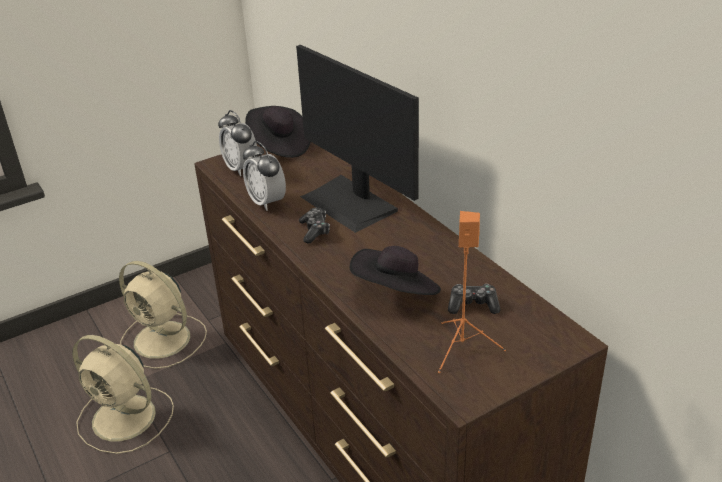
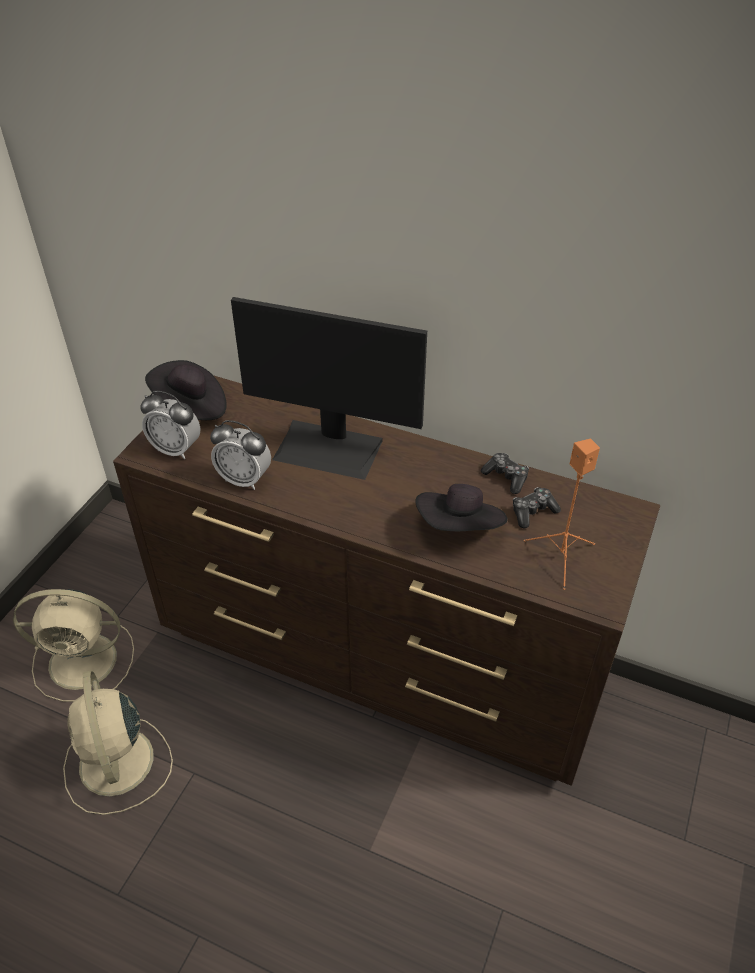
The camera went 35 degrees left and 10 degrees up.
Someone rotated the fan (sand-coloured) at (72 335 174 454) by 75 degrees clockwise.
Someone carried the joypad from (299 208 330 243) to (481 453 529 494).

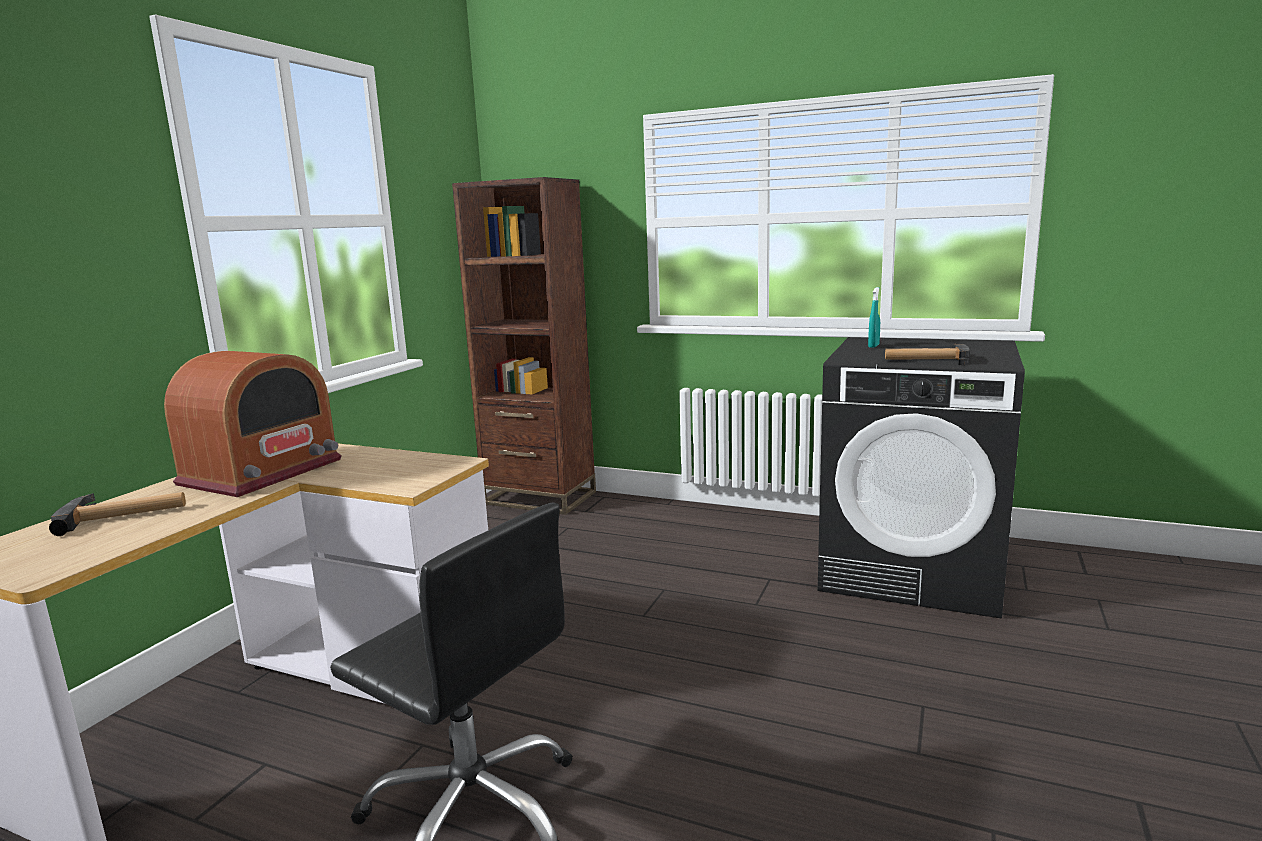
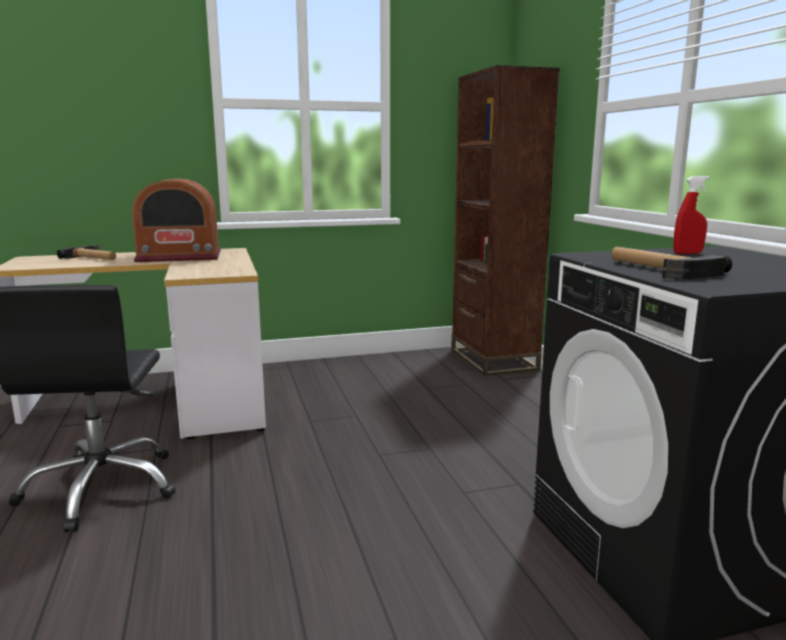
The camera went 50 degrees right and 0 degrees up.
Someone repainted the hand sprayer (turquoise) at (868 287 880 348), which became the hand sprayer (red-coloured) at (673 176 710 254).

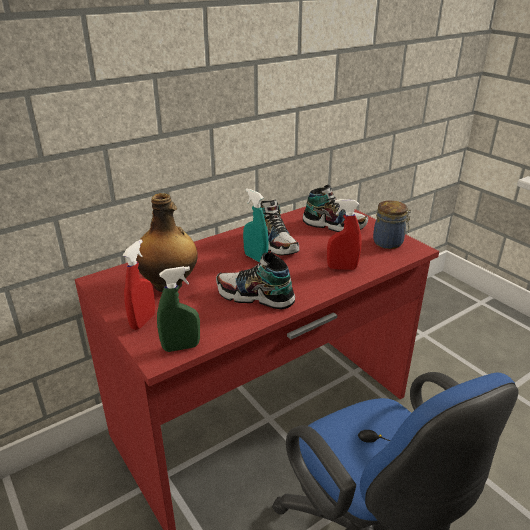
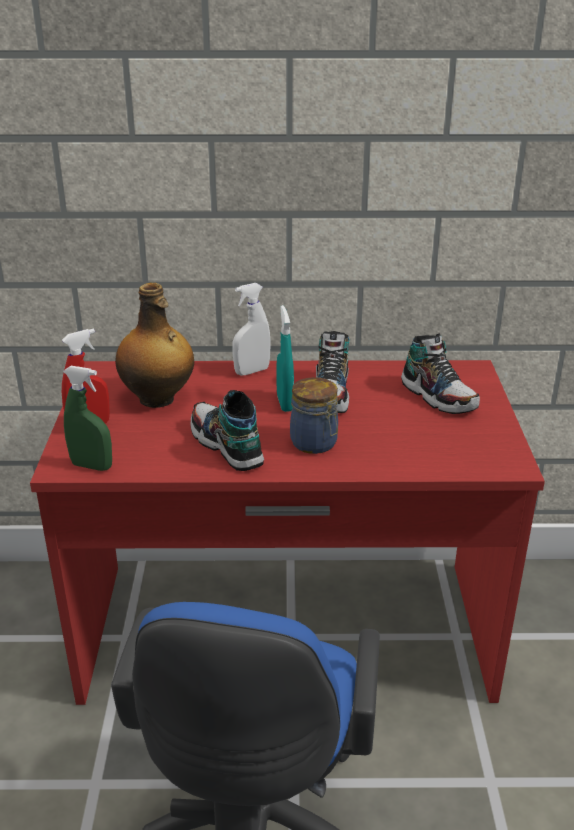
The camera went 35 degrees right and 0 degrees up.
Someone put down the hand sprayer (white) at (232 283 271 376).
Someone carried the preserve jar from (373 200 412 249) to (290 377 338 454).
Someone took away the hand sprayer (red-coloured) at (327 199 361 270).

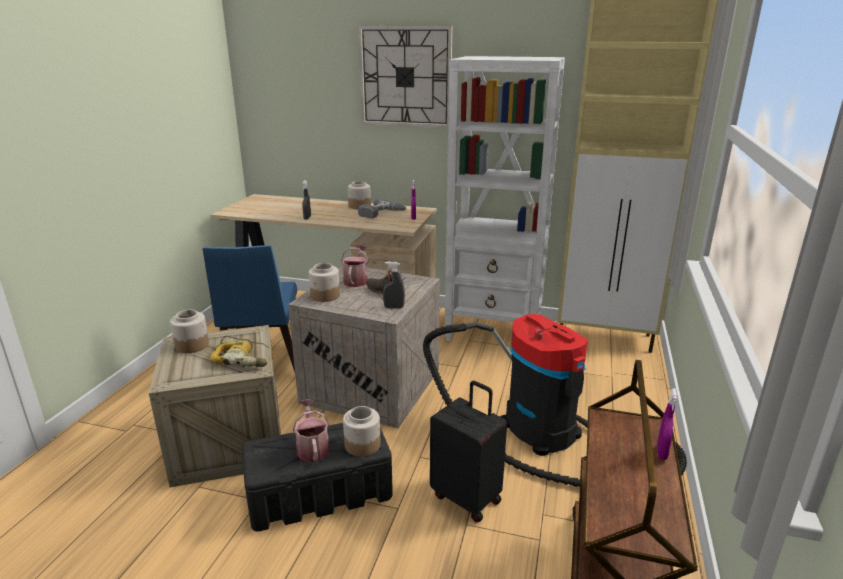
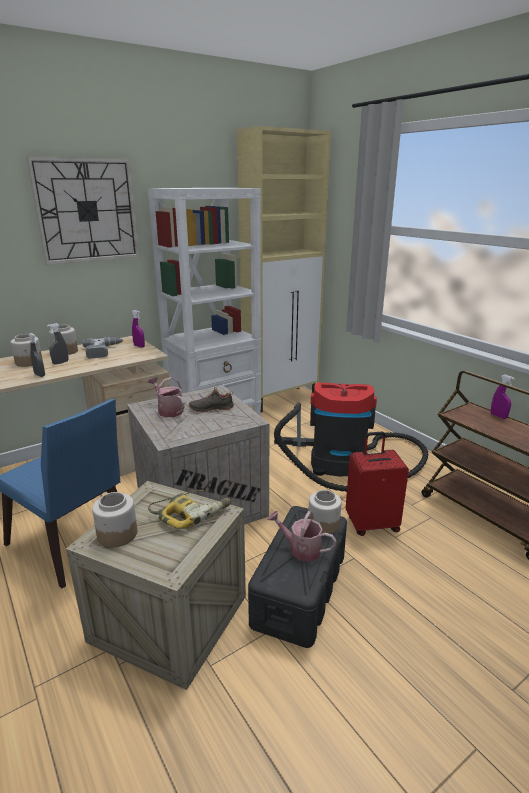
The camera went 50 degrees left and 0 degrees up.
Someone carried the preserve jar from (309 263 340 302) to (11 334 43 367).
Someone carried the hand sprayer (greyish) from (383 262 405 308) to (47 323 68 365).
Someone repainted the travel case (blackish) at (430 381 507 523), which became the travel case (red-coloured) at (346 432 409 536).

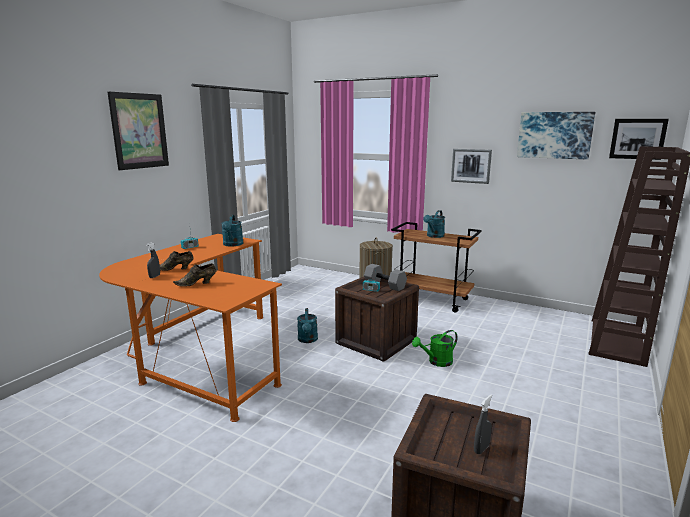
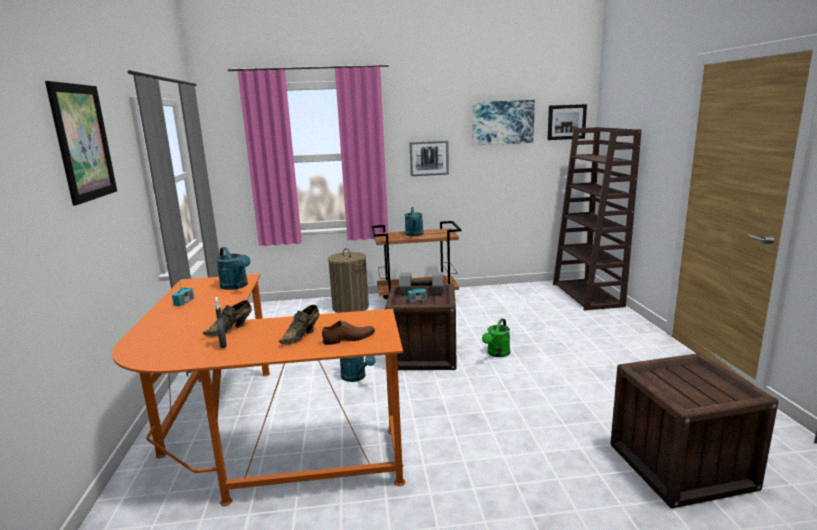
The camera went 35 degrees left and 0 degrees up.
Someone put down the low shoe (brown) at (322 321 375 345).
Someone took away the hand sprayer (greyish) at (474 395 492 454).

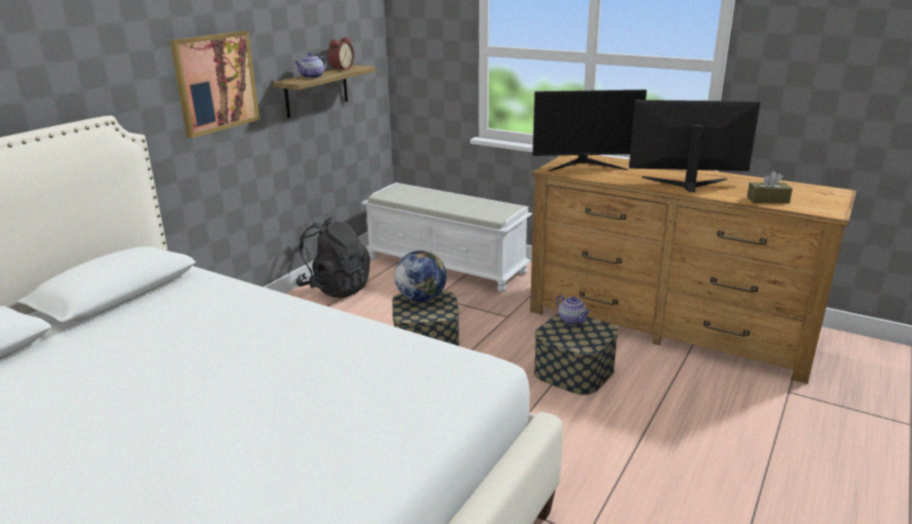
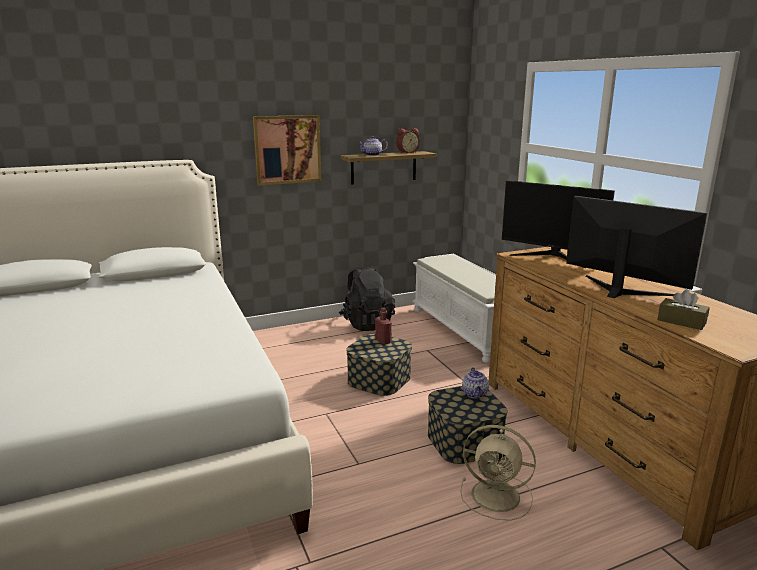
The camera went 35 degrees right and 5 degrees down.
Someone swapped the desk globe at (395 251 447 302) for the drink bottle (red-coloured) at (375 307 392 345).
Someone put down the fan (sand-coloured) at (460 425 536 521).

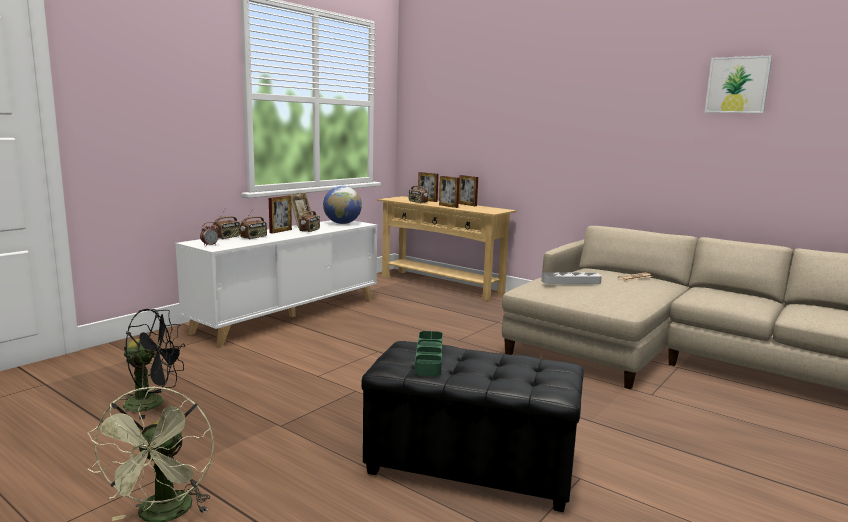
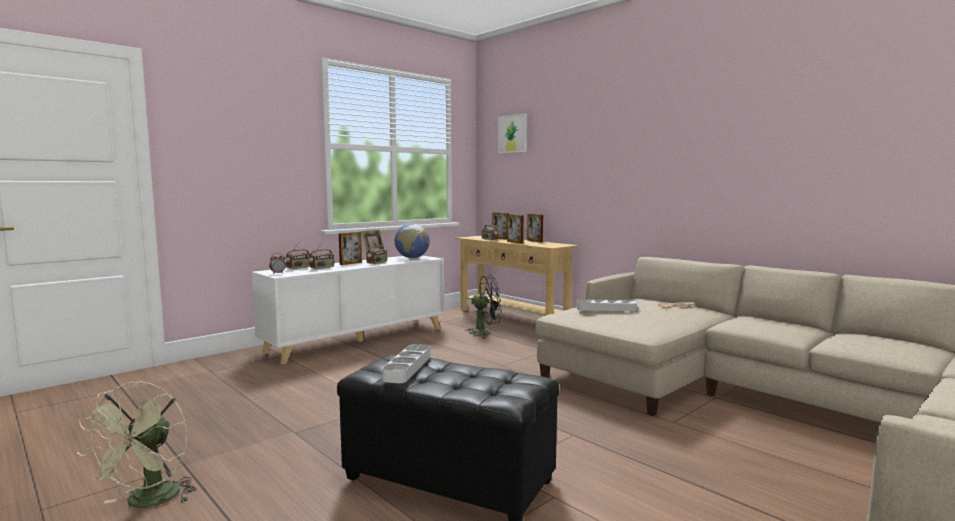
The camera went 10 degrees right and 5 degrees down.
Someone repainted the serving tray (green-coloured) at (415 331 443 376), which became the serving tray (greyish) at (382 344 430 383).
Someone carried the fan (blackish) from (120 309 185 419) to (464 275 502 338).
Someone carried the wall picture from (705 55 772 113) to (498 113 527 153).

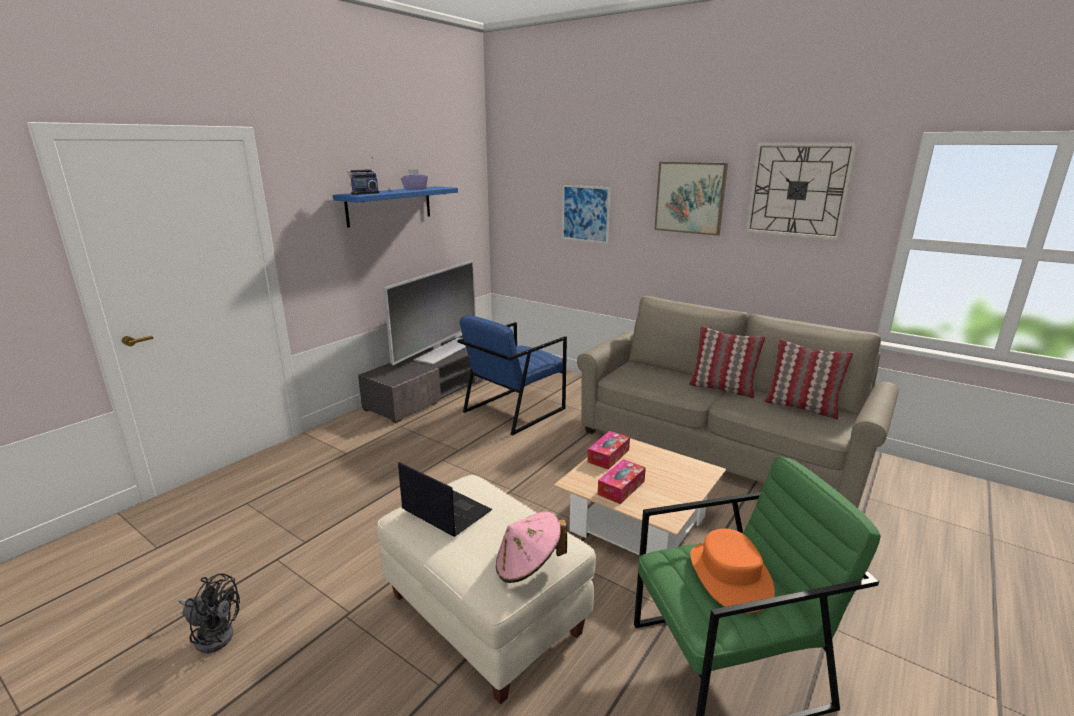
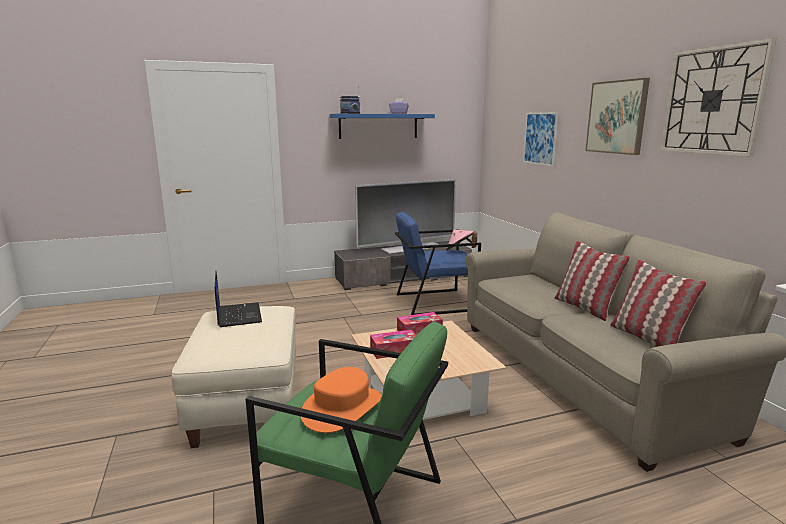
The camera went 35 degrees right and 5 degrees down.
Someone carried the clothing hat (pink-coloured) from (496 512 567 583) to (446 229 477 251).
Someone took away the fan (blackish) at (178 573 240 653).

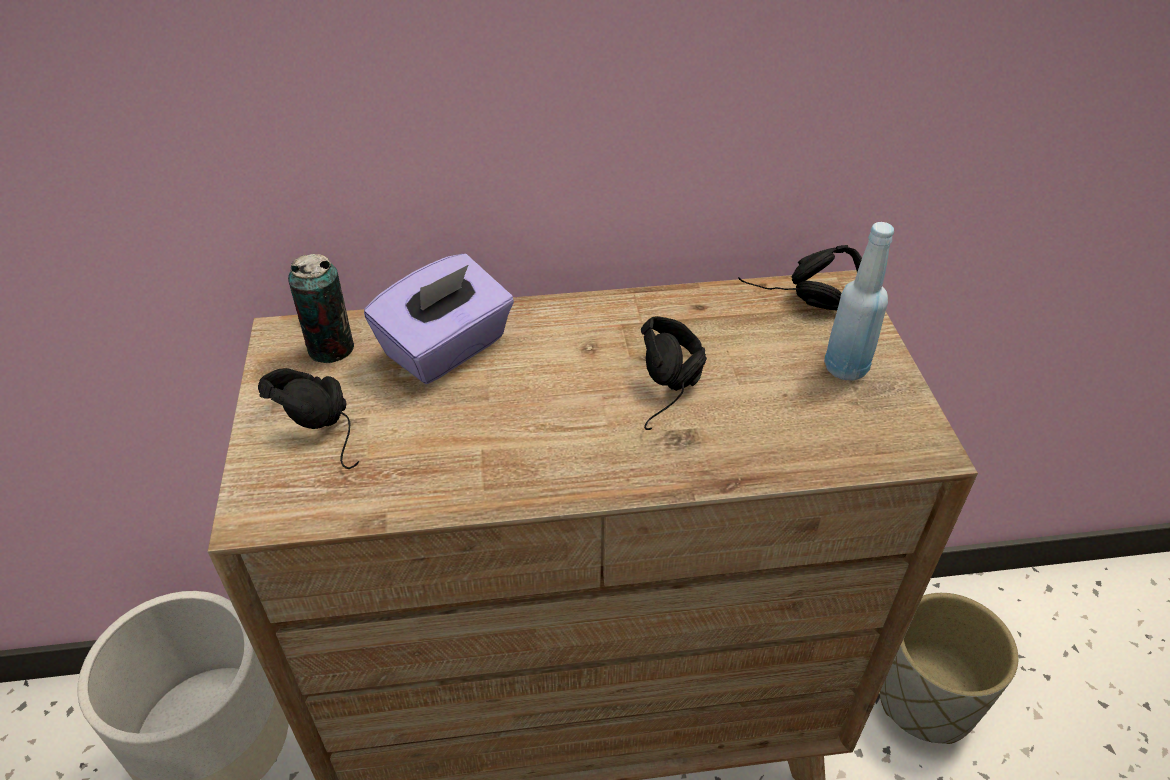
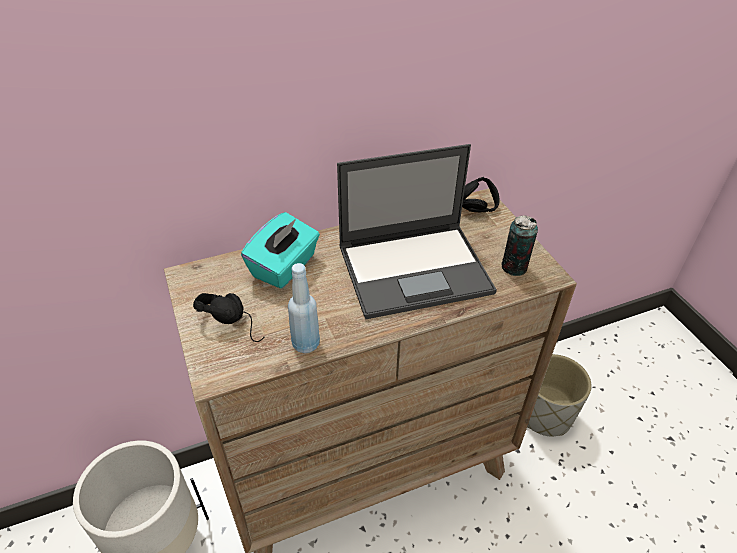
The camera went 15 degrees left and 0 degrees up.
Someone repainted the tissue box (purple) at (364 254 514 384), which became the tissue box (turquoise) at (241 212 320 289).
Someone carried the drink bottle (blue) from (824 222 894 381) to (288 263 320 353).
Someone swapped the headphones (blackish) at (641 316 707 430) for the laptop at (337 144 497 319).
Someone carried the sealed can from (288 254 354 363) to (501 215 538 276).

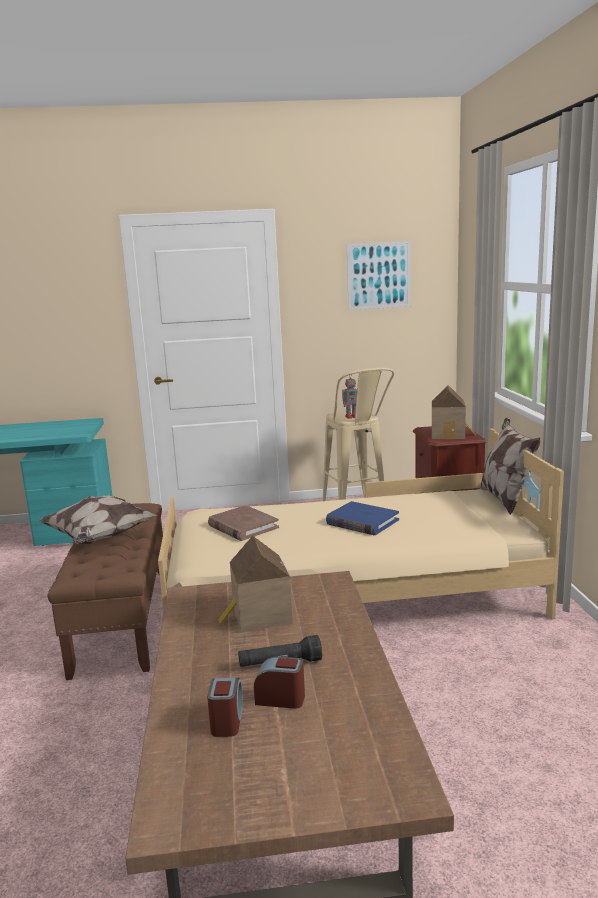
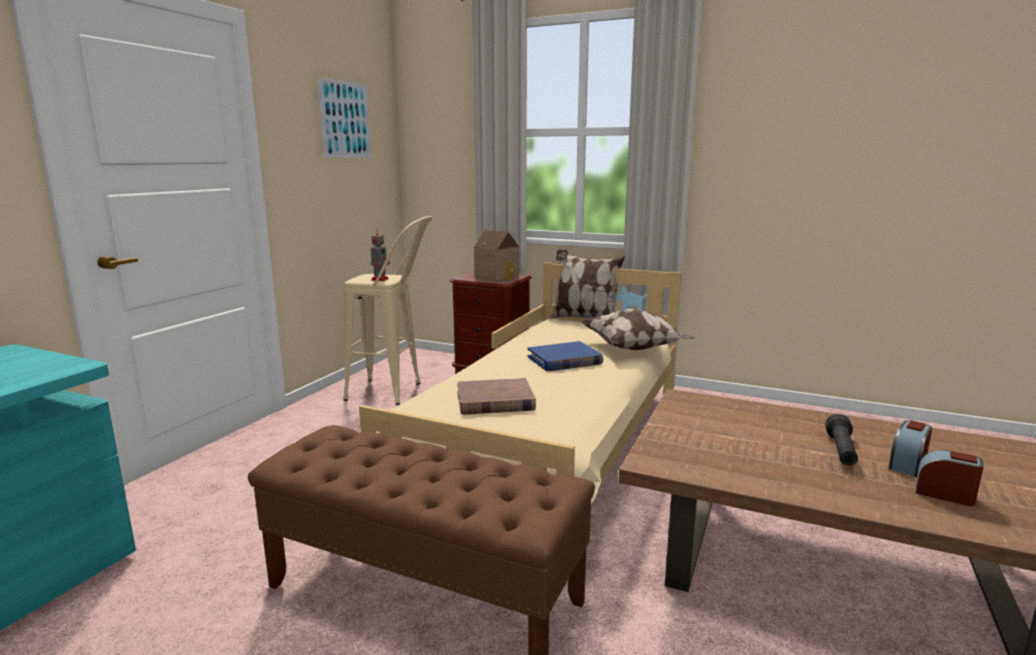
The camera went 60 degrees left and 0 degrees up.
Someone carried the pillow from (39 495 157 543) to (582 309 695 350).
Someone took away the miniature house at (219 536 293 632).

